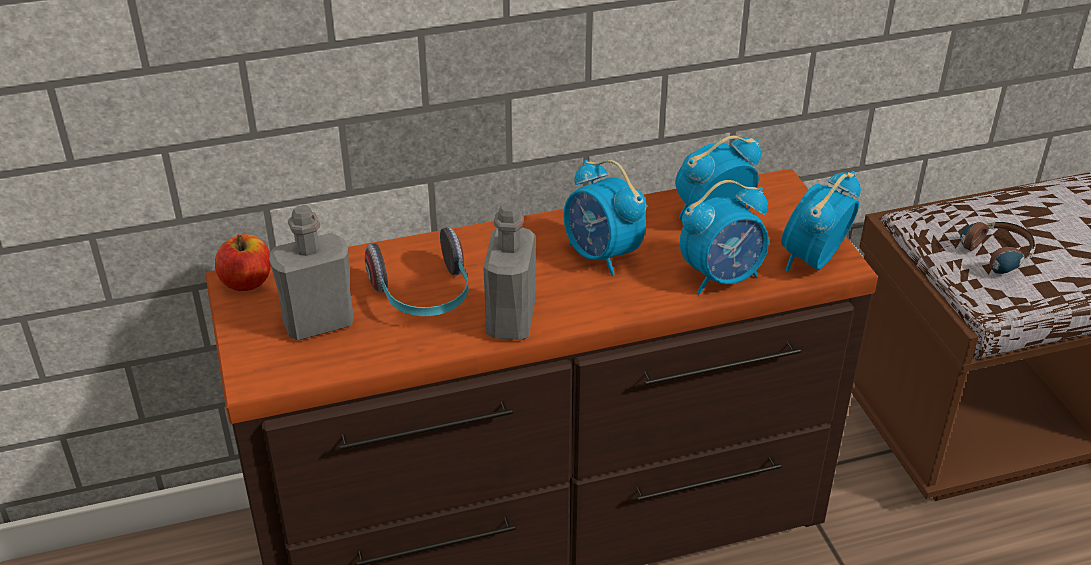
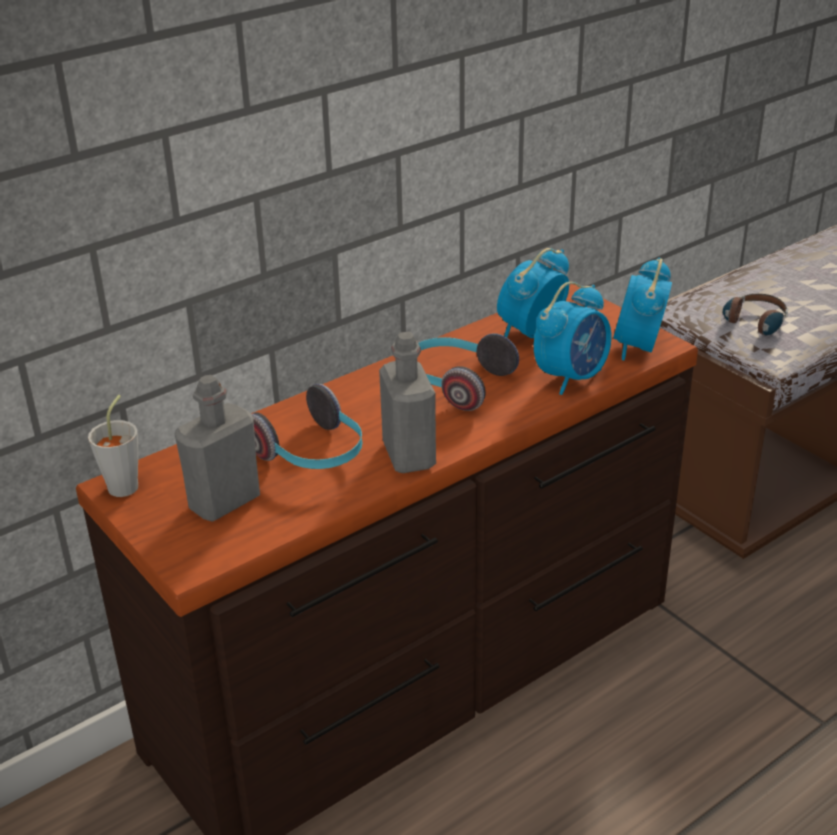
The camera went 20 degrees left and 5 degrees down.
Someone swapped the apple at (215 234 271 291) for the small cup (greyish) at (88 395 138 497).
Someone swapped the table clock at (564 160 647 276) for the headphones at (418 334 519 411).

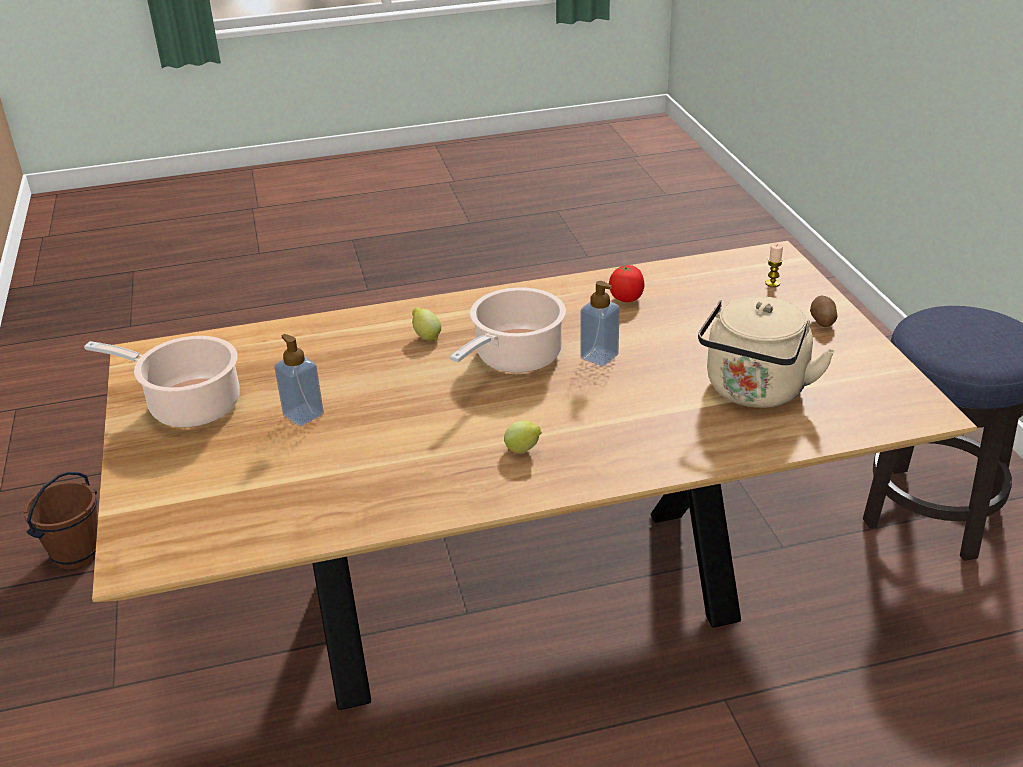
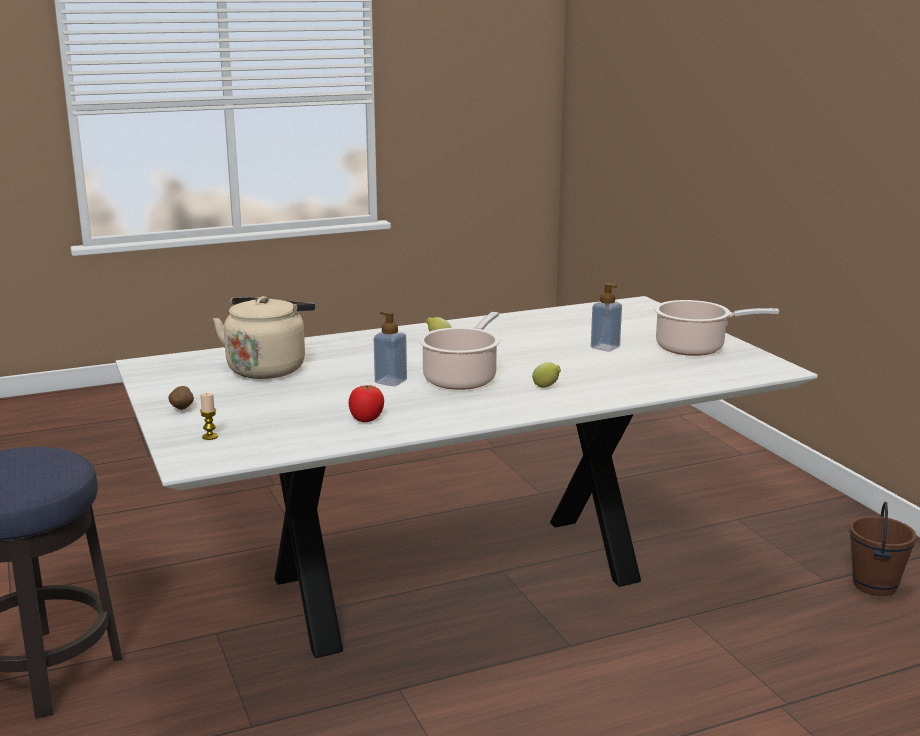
The camera went 170 degrees right and 15 degrees down.
Someone repainted the dining table (brown) at (92 241 977 710), which became the dining table (white) at (115 296 818 658).

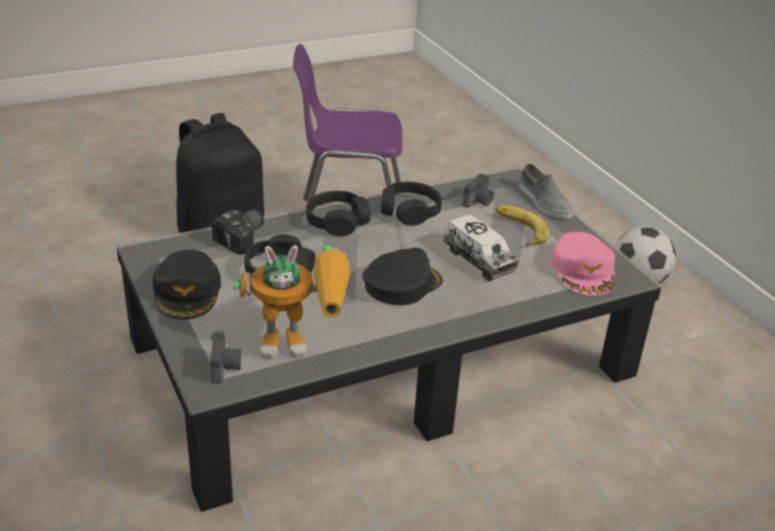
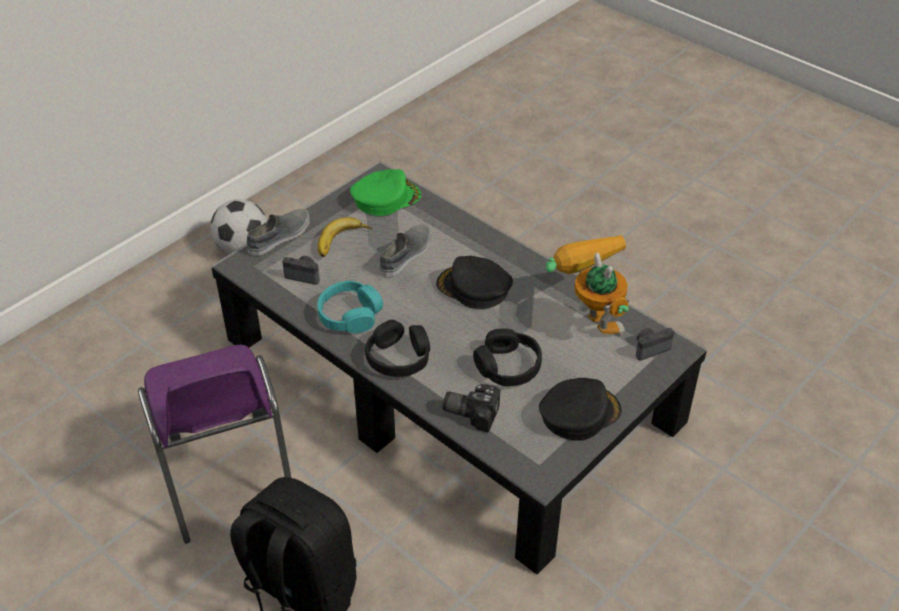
The camera went 110 degrees left and 10 degrees up.
Someone repainted the headphones (blackish) at (381 182 441 226), which became the headphones (turquoise) at (317 280 383 333).
Someone repainted the peaked cap (pink-coloured) at (550 232 615 296), which became the peaked cap (green-coloured) at (350 169 421 216).
Someone swapped the model truck at (443 214 519 281) for the low shoe (greyish) at (380 224 431 277).

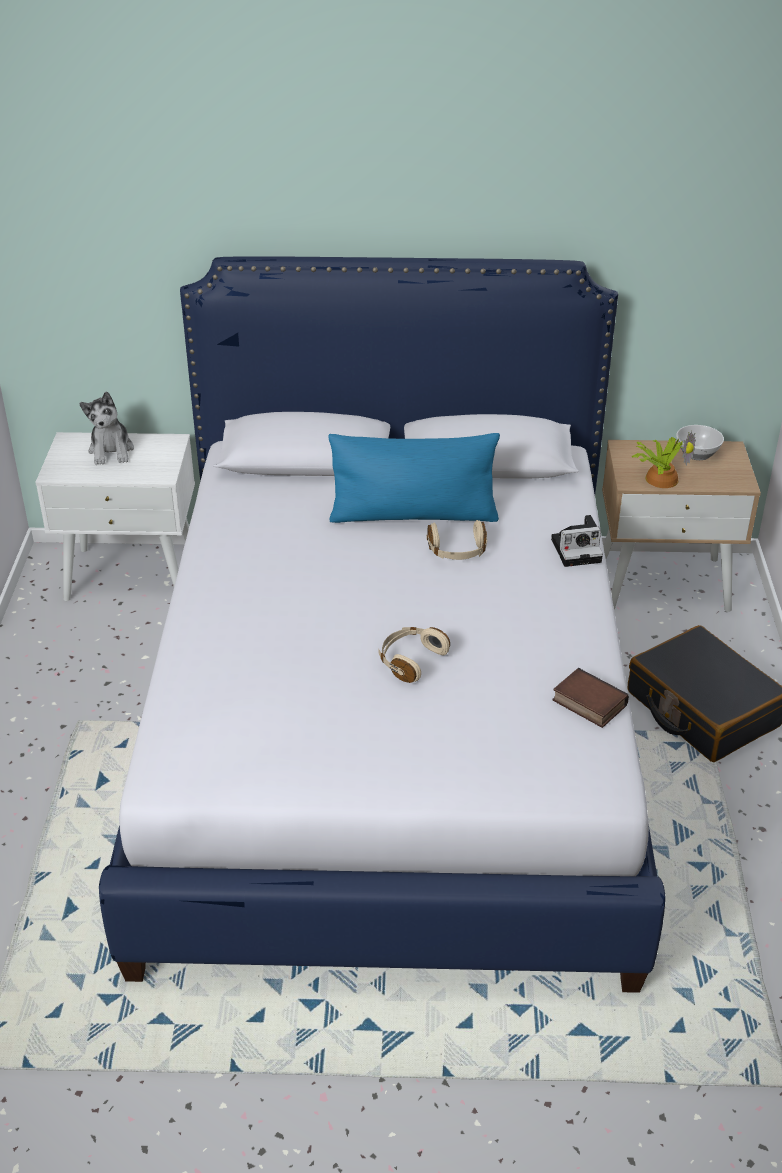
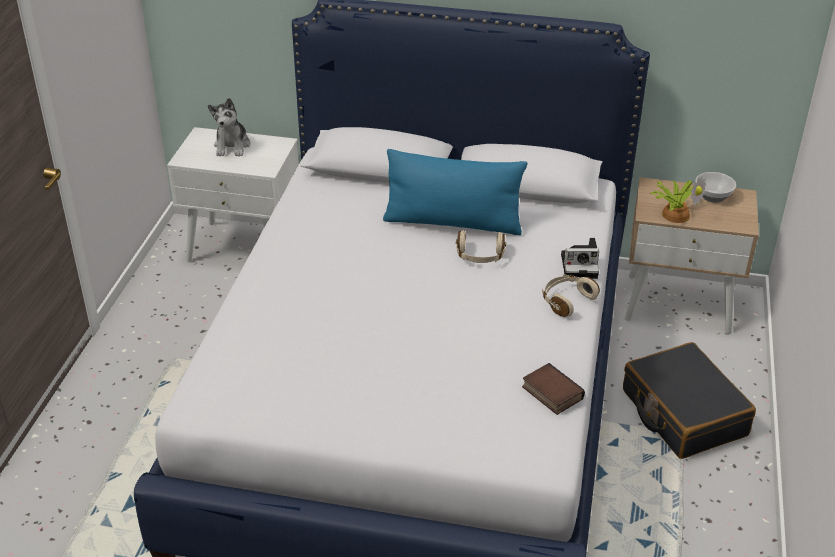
The camera went 10 degrees right and 0 degrees up.
Someone carried the headphones (sand-coloured) from (378 627 450 683) to (542 275 600 317).

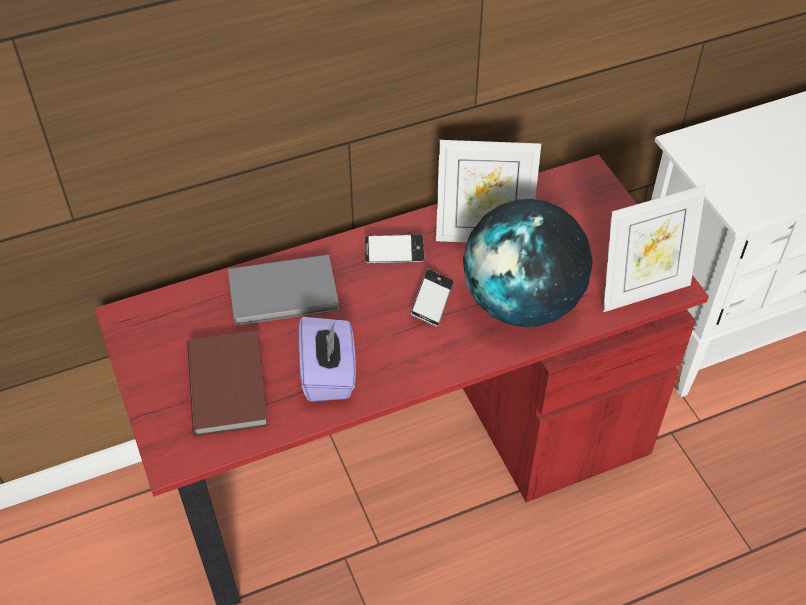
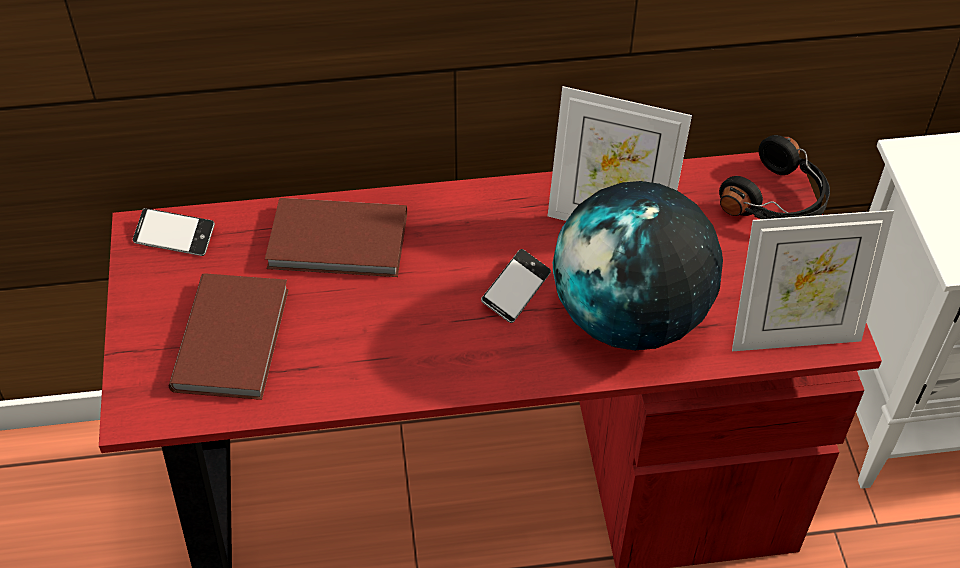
The camera went 15 degrees right and 0 degrees up.
Someone carried the telephone from (365 234 425 263) to (133 208 215 256).
Someone repainted the volume (greyish) at (228 254 339 326), which became the volume (brown) at (265 198 407 277).
Someone put down the headphones (blackish) at (719 135 830 219).
Someone took away the tissue box (purple) at (298 317 356 402).

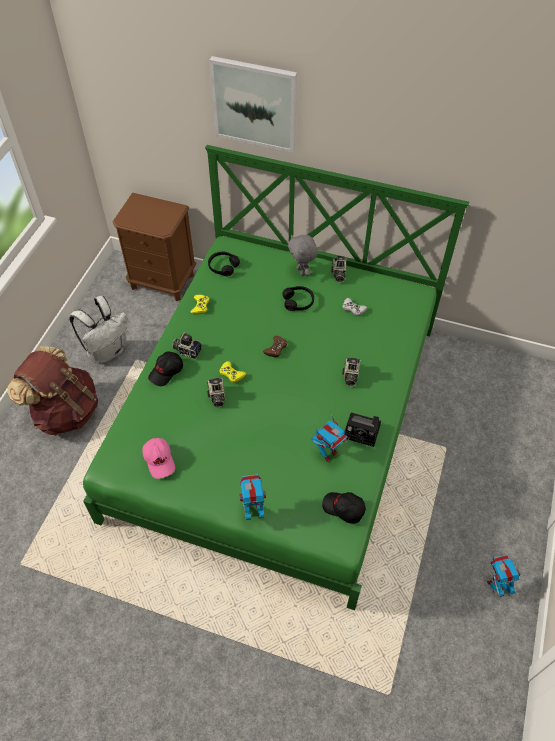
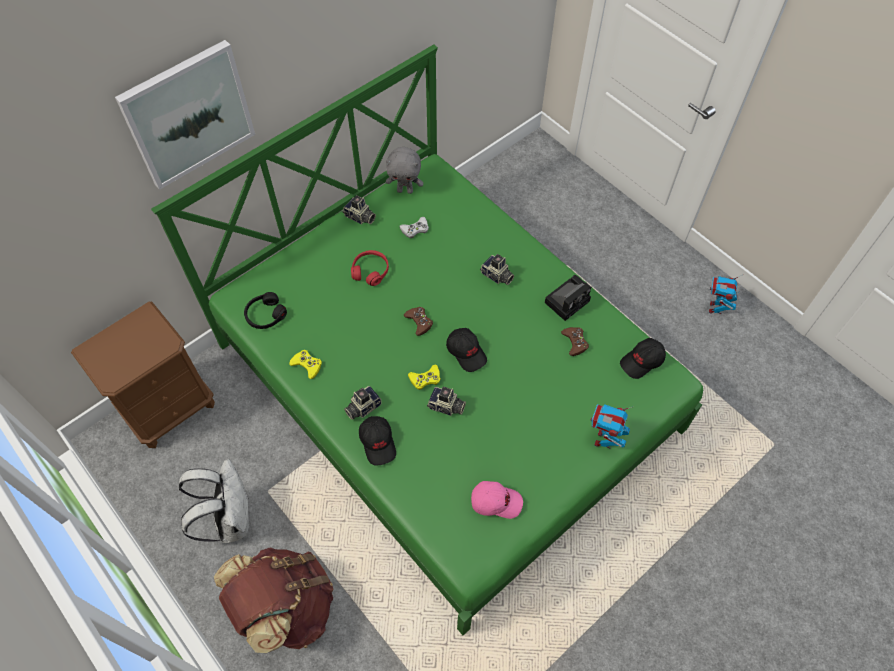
The camera went 60 degrees left and 5 degrees up.
Someone repainted the headphones (blackish) at (282 286 314 311), which became the headphones (red-coloured) at (351 250 389 286).
Someone carried the plush toy (greyish) from (288 235 318 276) to (386 147 423 194).
Someone put down the peaked cap (blackish) at (446 328 487 372).
Someone swapped the toy robot at (311 412 348 462) for the joypad (brown) at (561 327 589 356).

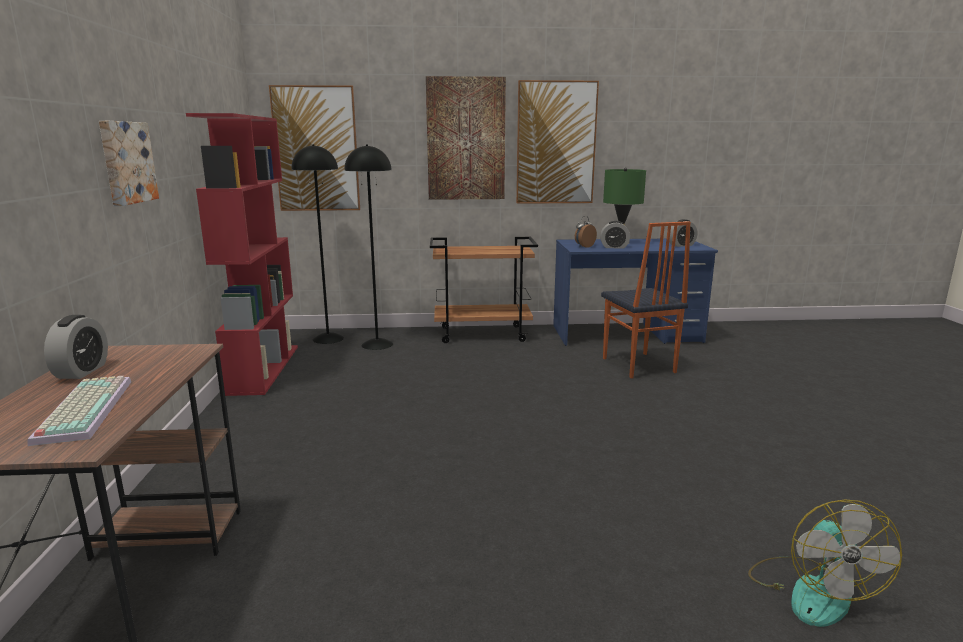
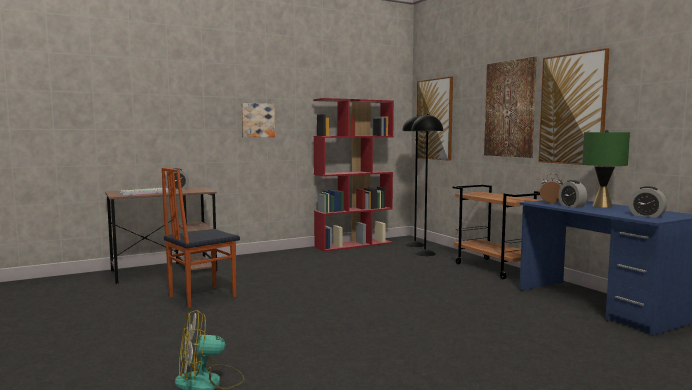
The camera went 65 degrees right and 10 degrees down.
Someone carried the upright chair from (601 221 691 379) to (162 168 240 308).

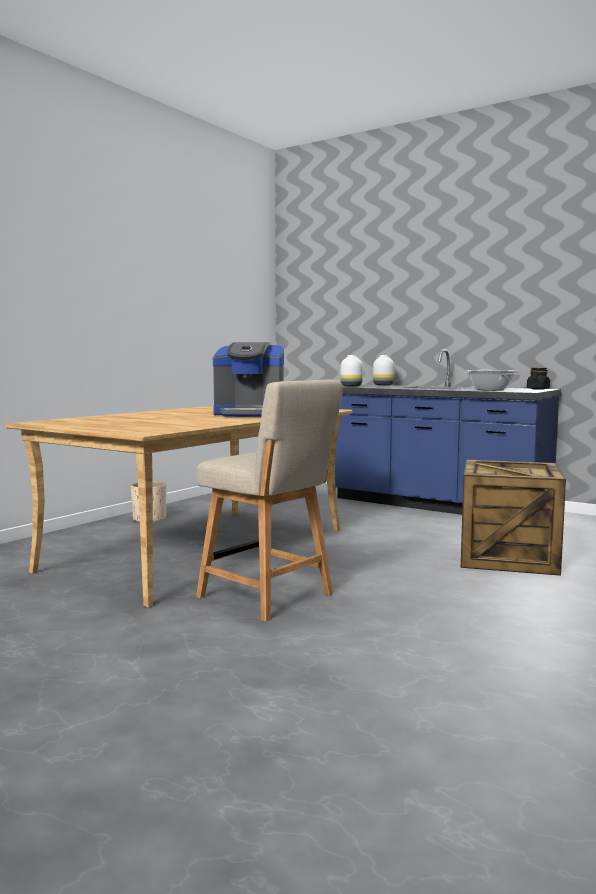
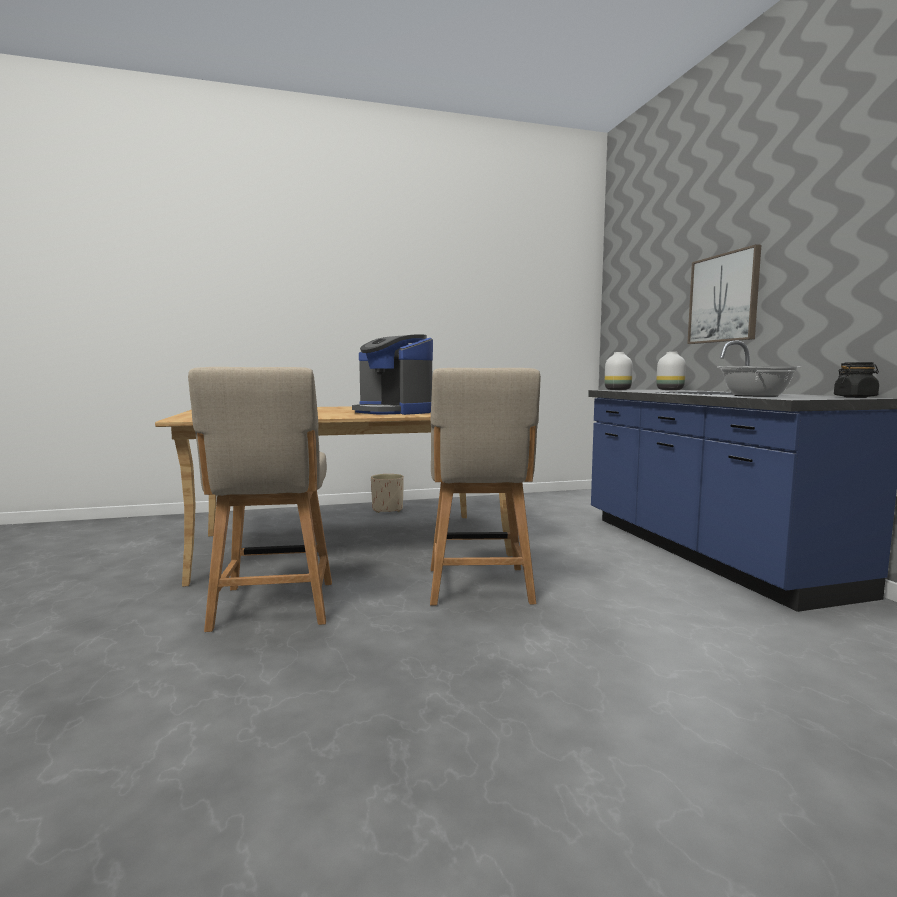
The camera went 40 degrees right and 0 degrees up.
Someone put down the upright chair (sand-coloured) at (430 368 541 606).
Someone put up the wall picture at (687 244 761 344).
Someone took away the packing crate at (461 460 566 576).

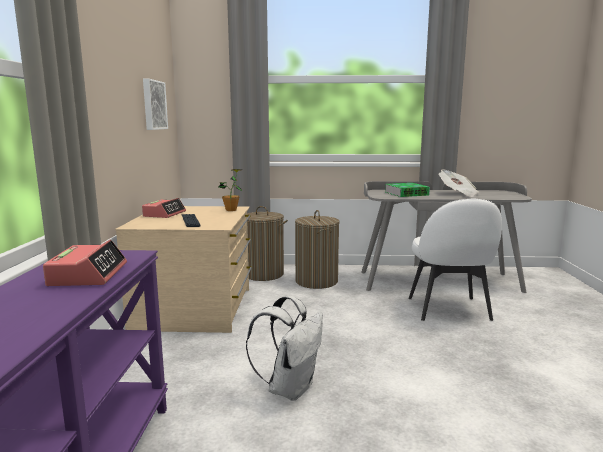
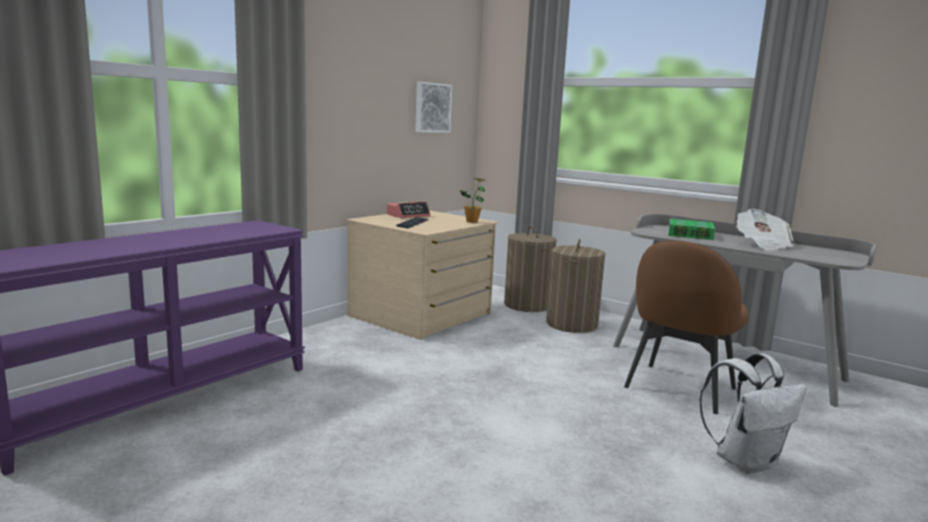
The camera went 35 degrees right and 0 degrees up.
Someone repainted the upright chair (white) at (409 199 502 321), which became the upright chair (brown) at (624 240 748 414).
Someone carried the rucksack (white) from (246 295 323 401) to (699 354 807 474).
Someone took away the table clock at (43 240 127 286).

